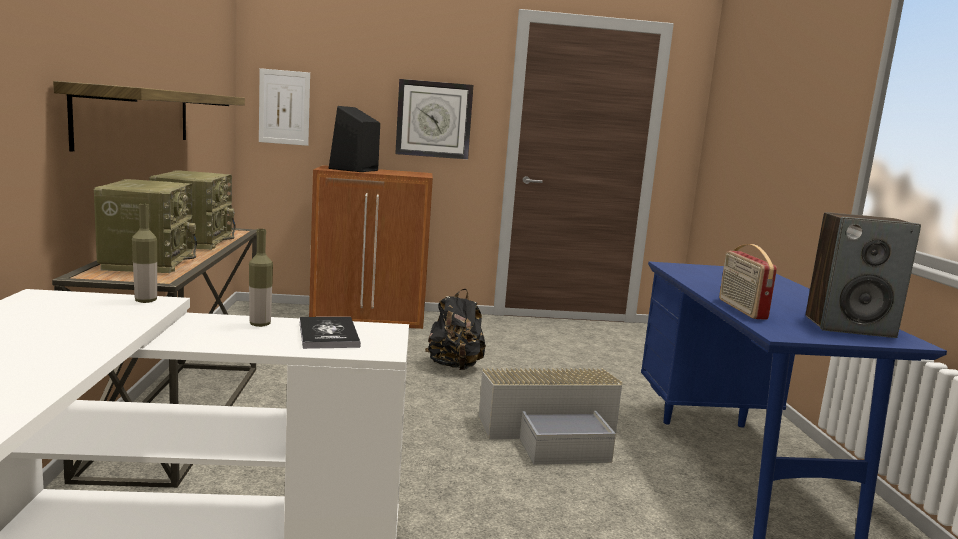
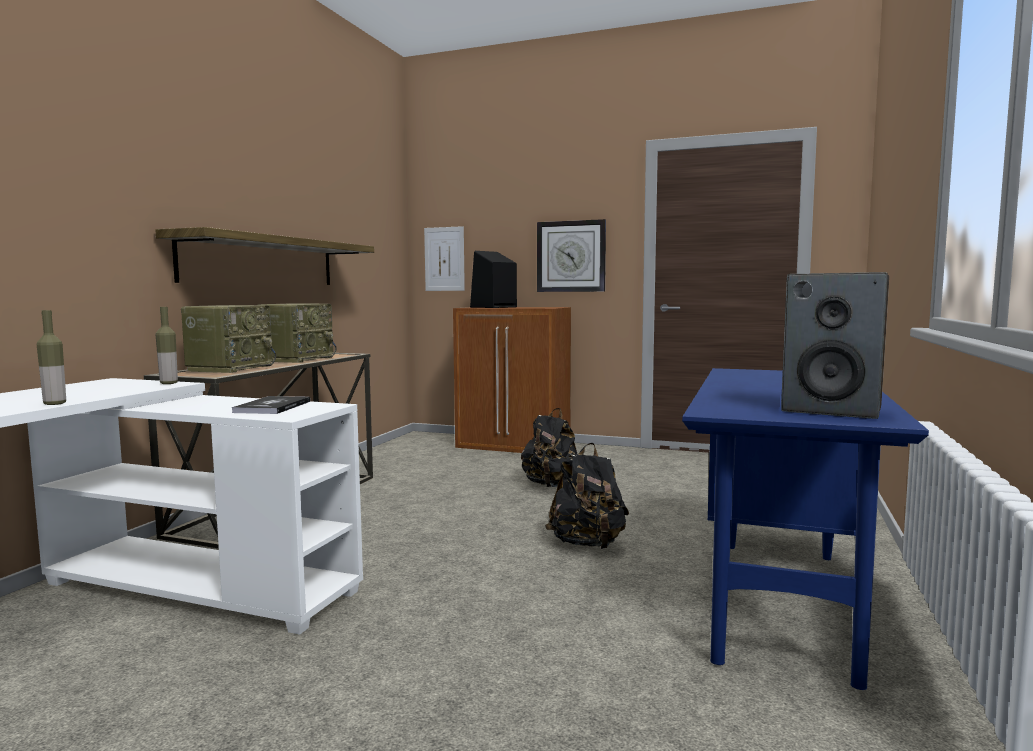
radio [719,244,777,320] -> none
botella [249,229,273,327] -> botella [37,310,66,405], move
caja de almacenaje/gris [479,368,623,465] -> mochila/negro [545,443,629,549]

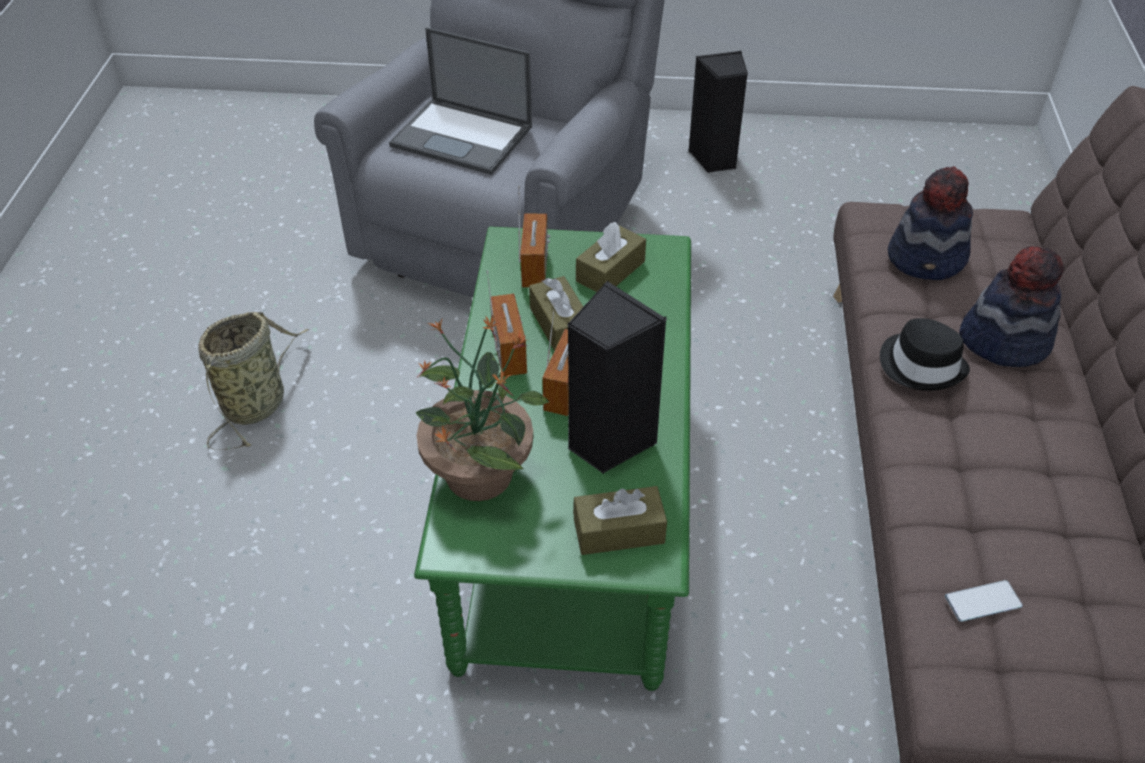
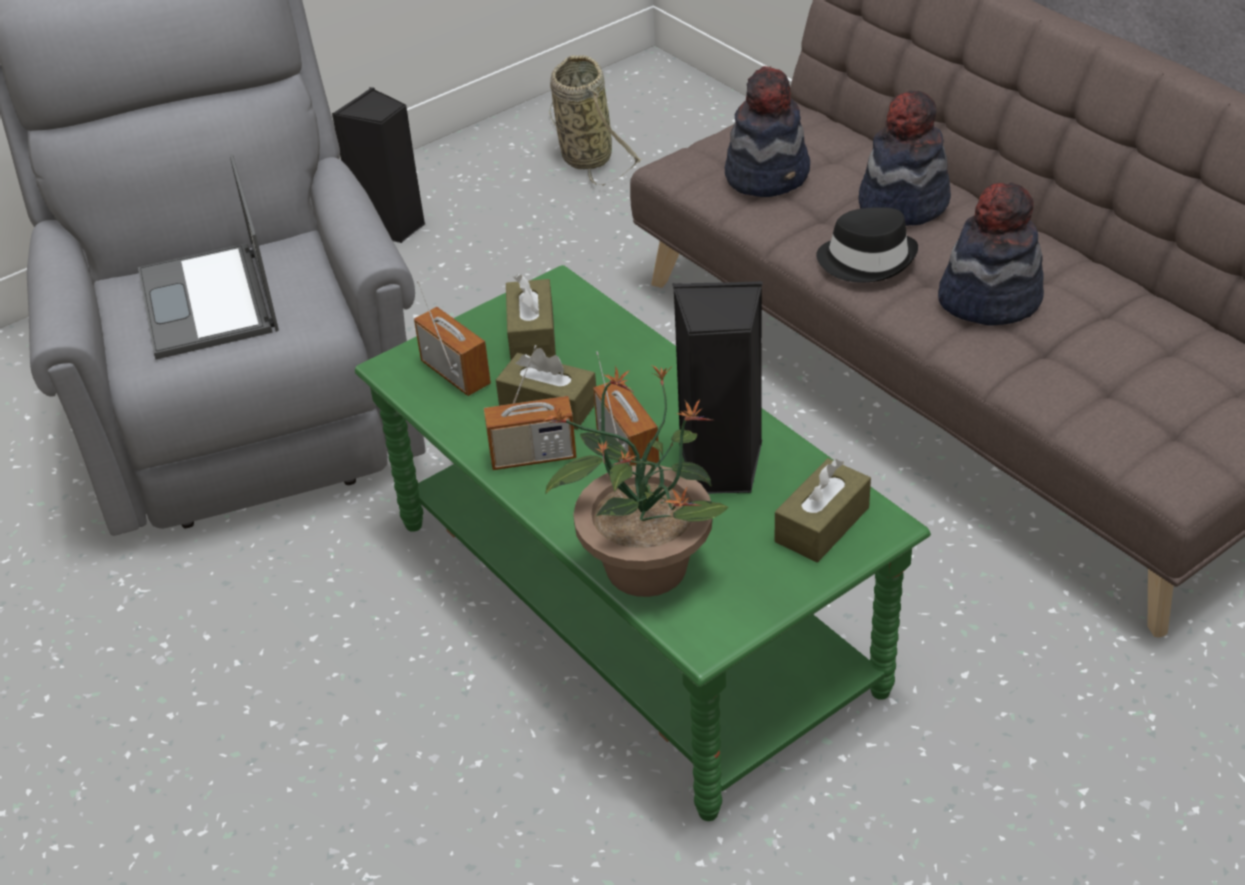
móvil [945,580,1023,622] -> none
none -> sombrero [938,182,1044,326]
cesta [198,312,309,450] -> cesta [549,55,641,186], move
portátil [389,27,532,175] -> portátil [138,154,279,360], 90 degrees clockwise
radio [487,270,527,377] -> radio [484,345,577,470], 135 degrees clockwise

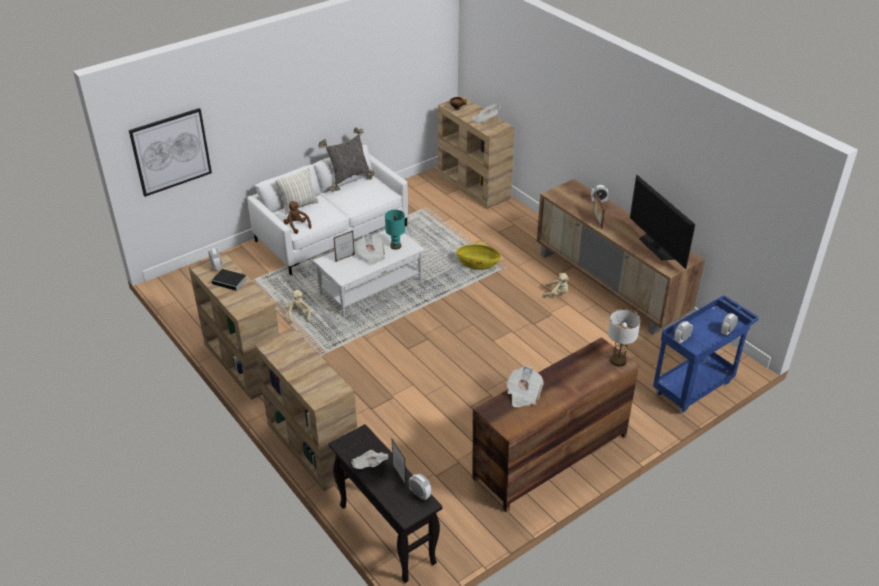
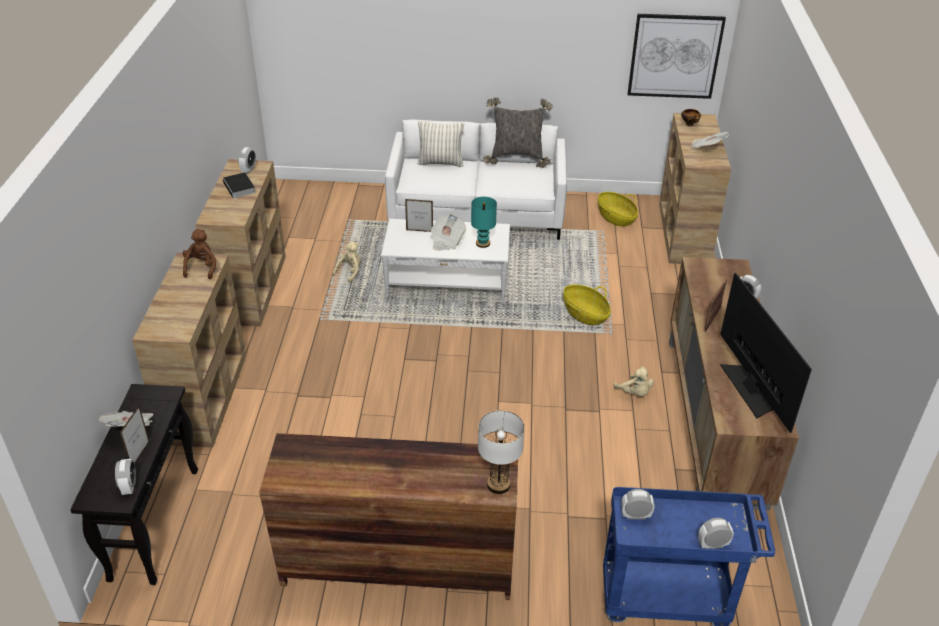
periódico [506,366,544,407] -> none
none -> cesta [598,192,638,226]
cuadro [129,108,212,197] -> cuadro [628,14,726,99], move
peluche/marrón [283,201,311,234] -> peluche/marrón [183,229,216,279], move
televisor [630,175,695,269] -> televisor [720,273,812,433], 150 degrees clockwise

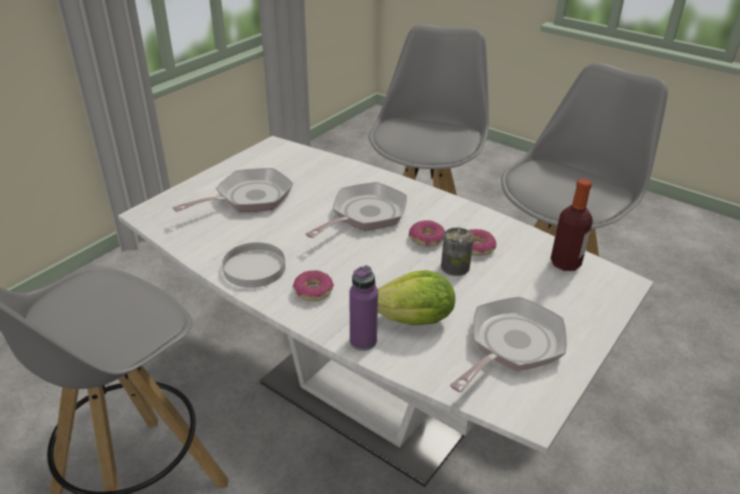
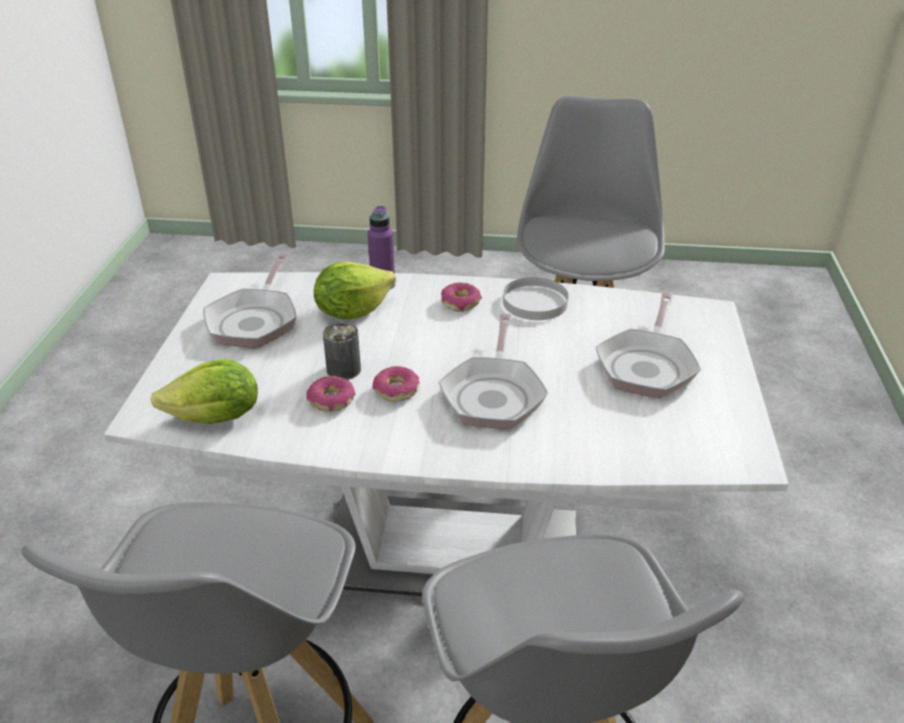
botella [551,179,593,271] -> lechuga [151,359,258,424]

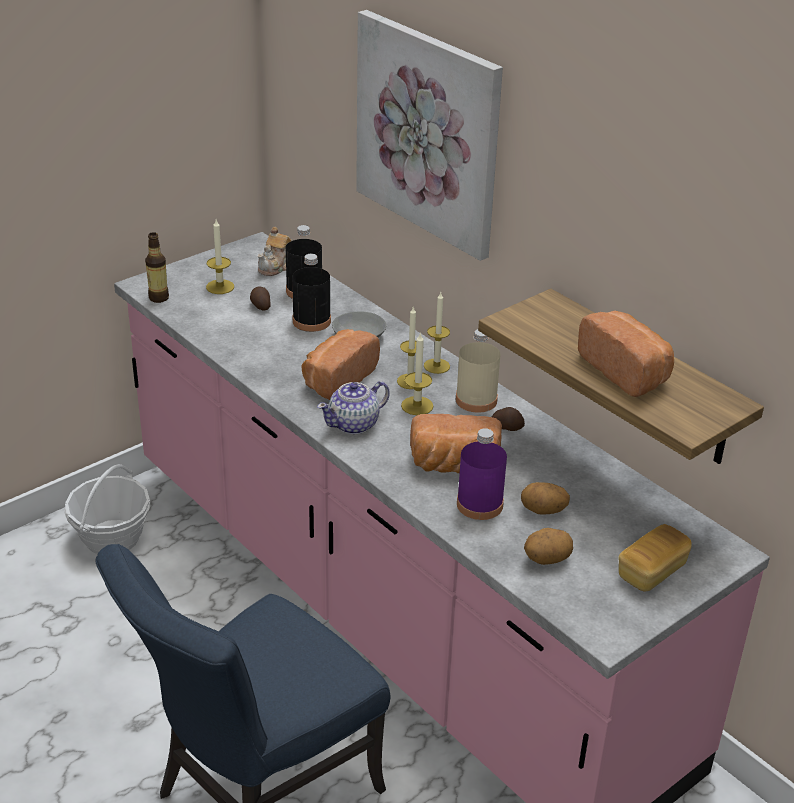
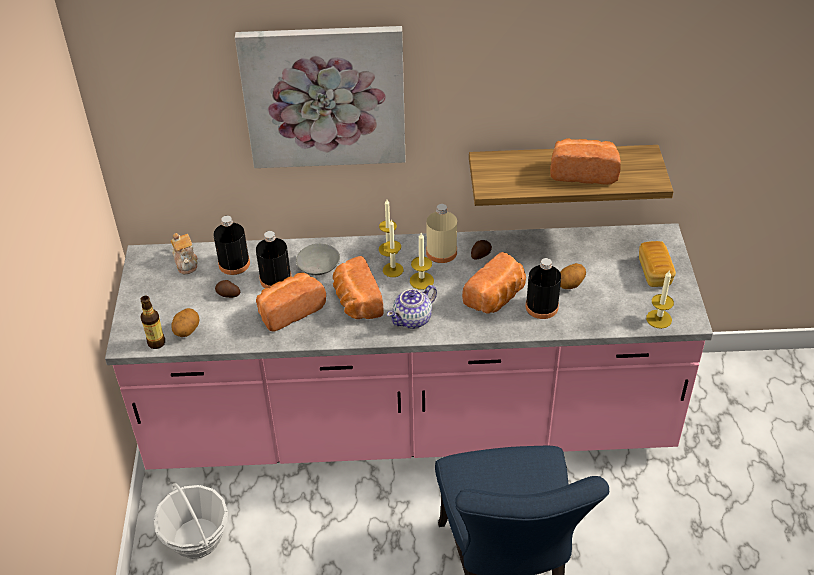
none -> pan [256,273,326,332]
vela [206,220,234,294] -> vela [646,271,674,329], move
patata [524,528,573,565] -> patata [171,308,199,337], move
botella/morado [457,428,507,520] -> botella/negro [526,258,561,319]
tetera [317,381,390,434] -> tetera [387,285,437,329], 45 degrees clockwise

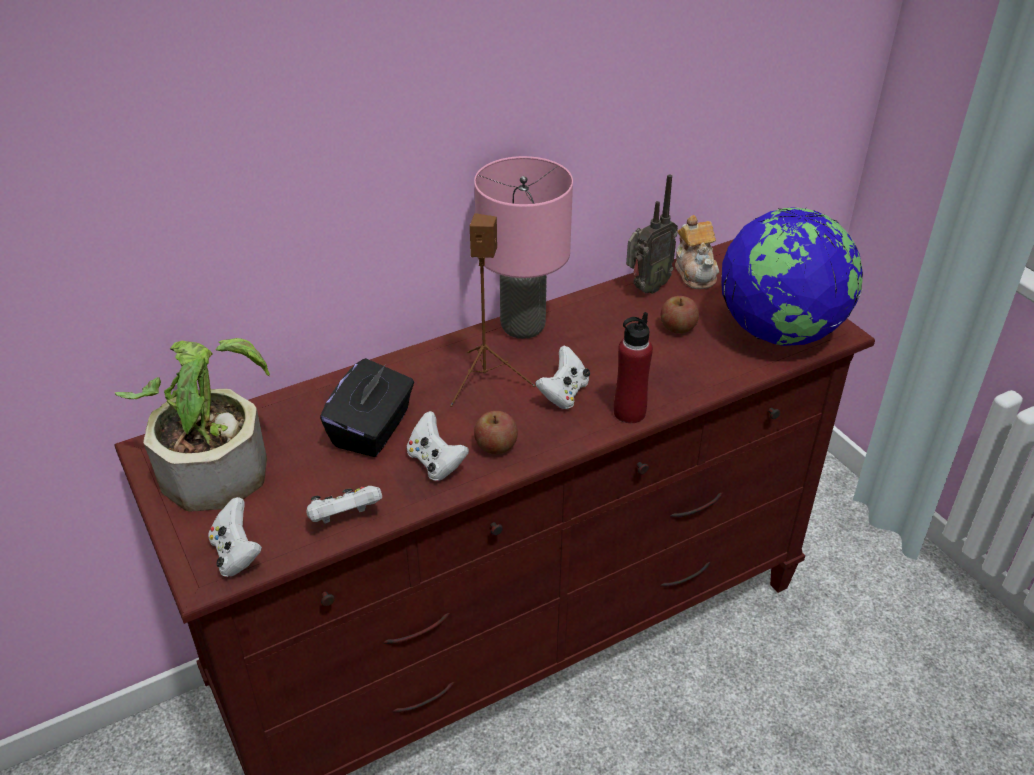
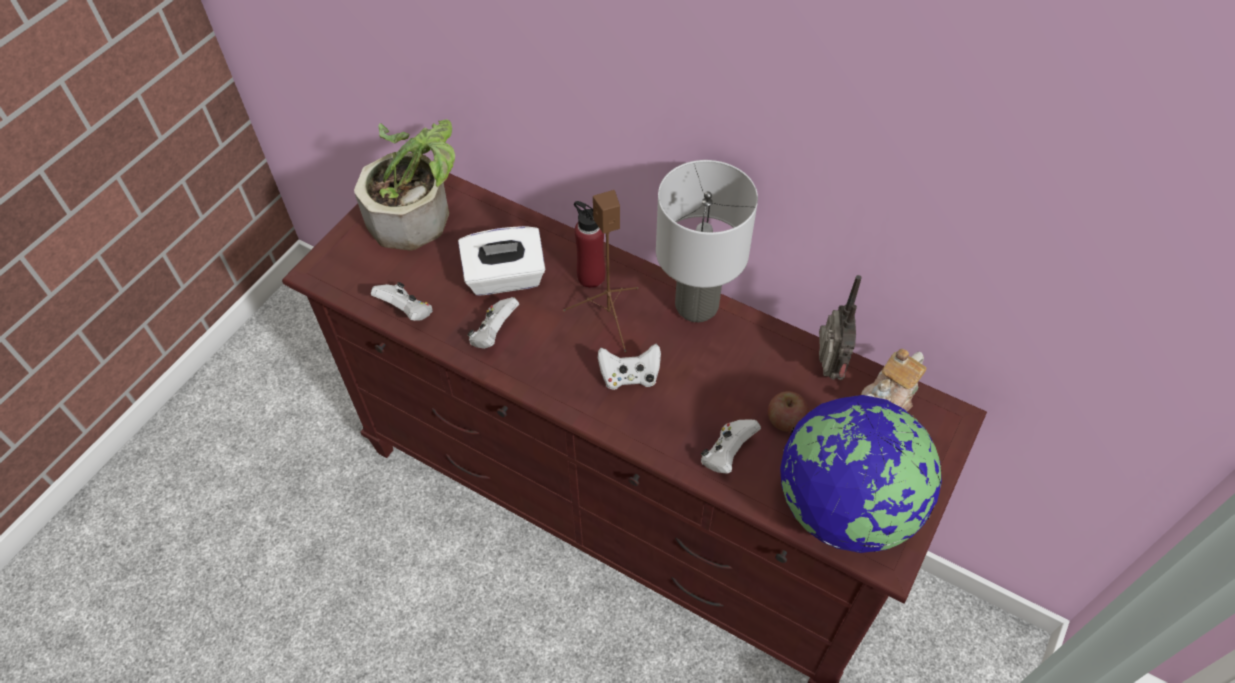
manzana [474,411,518,454] -> none
mando de consola/blanco [208,497,262,577] -> mando de consola/blanco [701,420,761,474], move
botella/rojo [614,312,653,423] -> botella/rojo [574,201,605,288], move
caja de pañuelos/negro [320,358,414,457] -> caja de pañuelos/blanco [458,226,545,296]
lámpara de mesa/rosa [474,156,573,339] -> lámpara de mesa/blanco [656,160,758,322]
radio [626,174,678,294] -> radio [819,275,862,380], 105 degrees counterclockwise

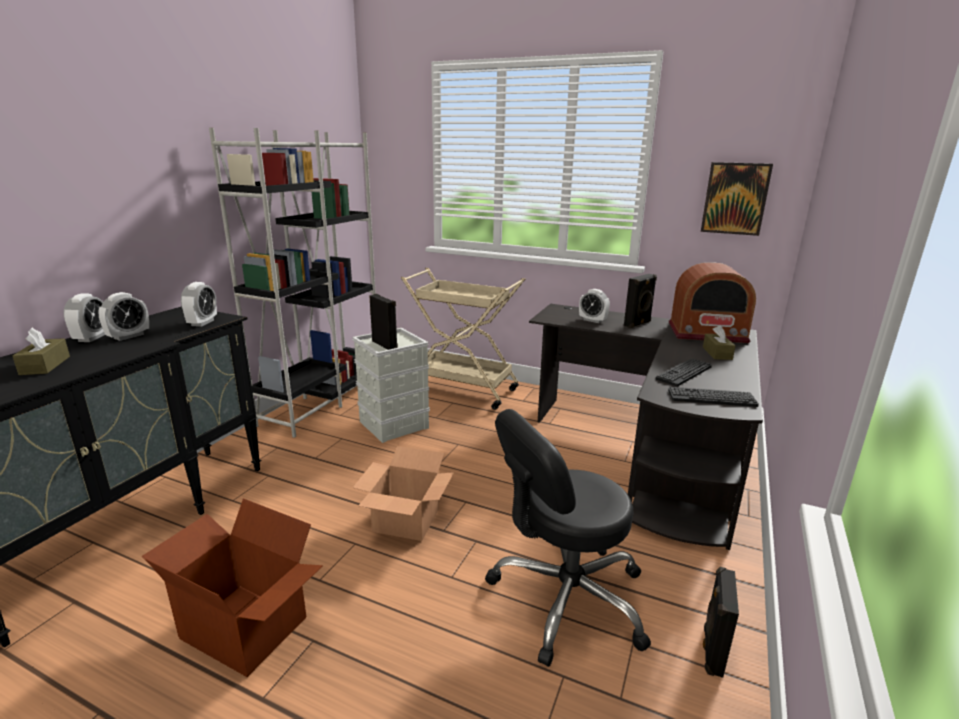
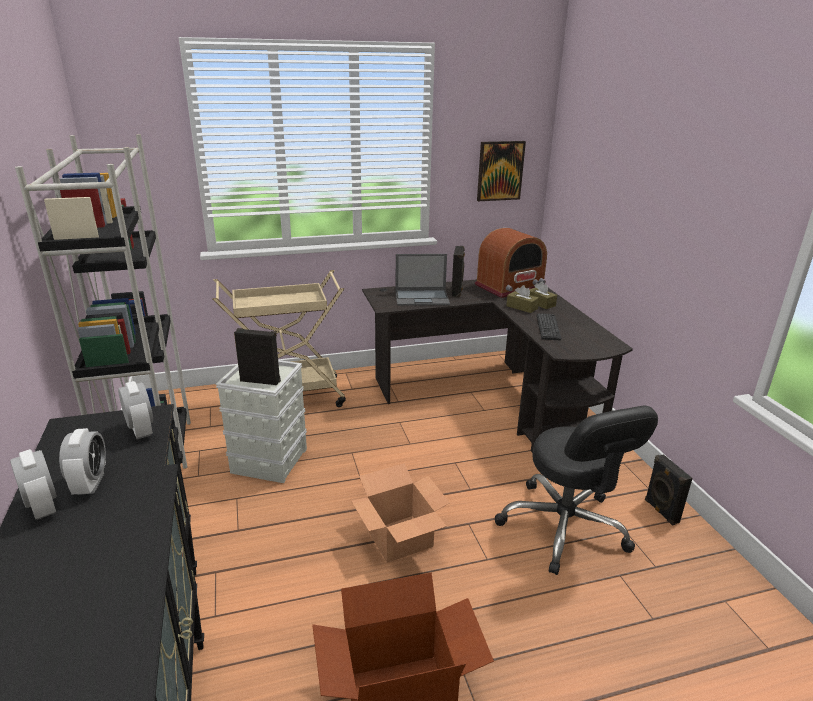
teclado [668,387,759,407] -> none
caja de pañuelos/marrón [13,328,70,375] -> caja de pañuelos/marrón [506,285,539,313], move
despertador [579,289,610,323] -> portátil [395,254,450,306]
silla de oficina/negro [485,409,651,667] -> silla de oficina/negro [495,406,658,575], 45 degrees counterclockwise

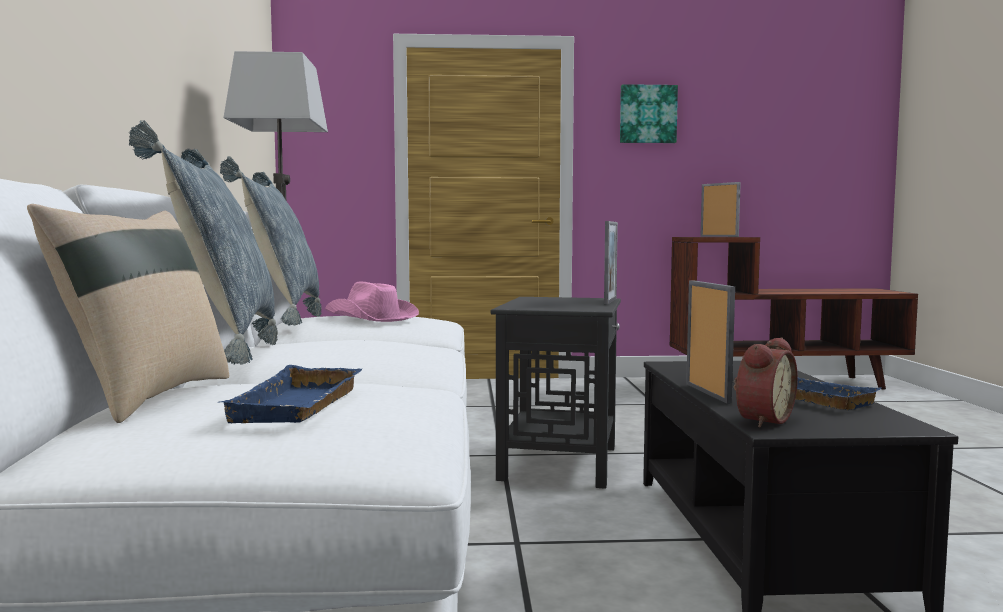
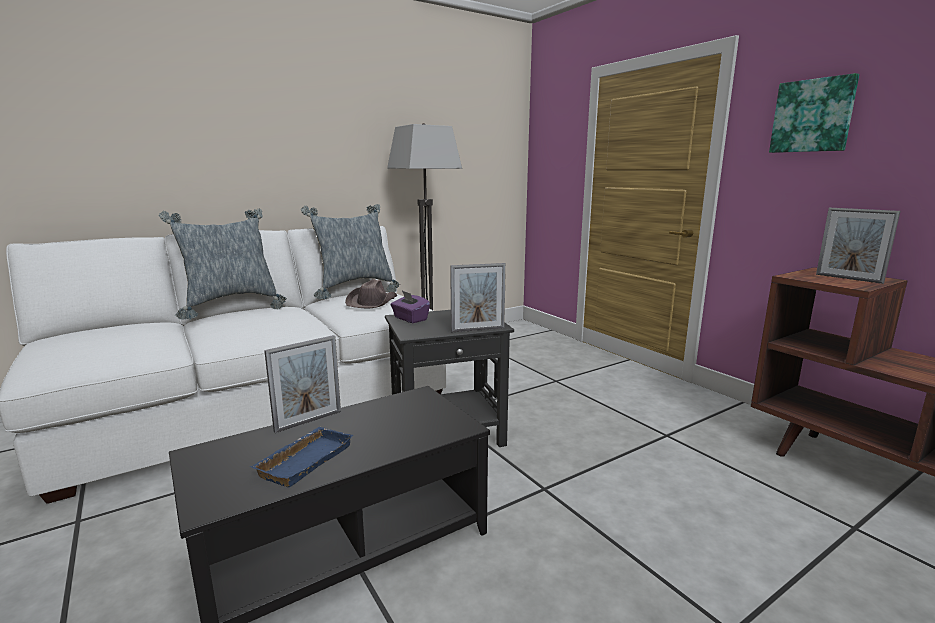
cojín/beis [27,204,229,423] -> none
bandeja/azul [219,365,362,423] -> none
despertador [734,337,798,428] -> none
none -> caja de pañuelos/morado [391,291,430,323]
sombrero/rosa [325,282,419,322] -> sombrero/marrón [345,279,397,309]
portarretratos [700,182,741,237] -> portarretratos [816,208,900,284], 120 degrees clockwise

